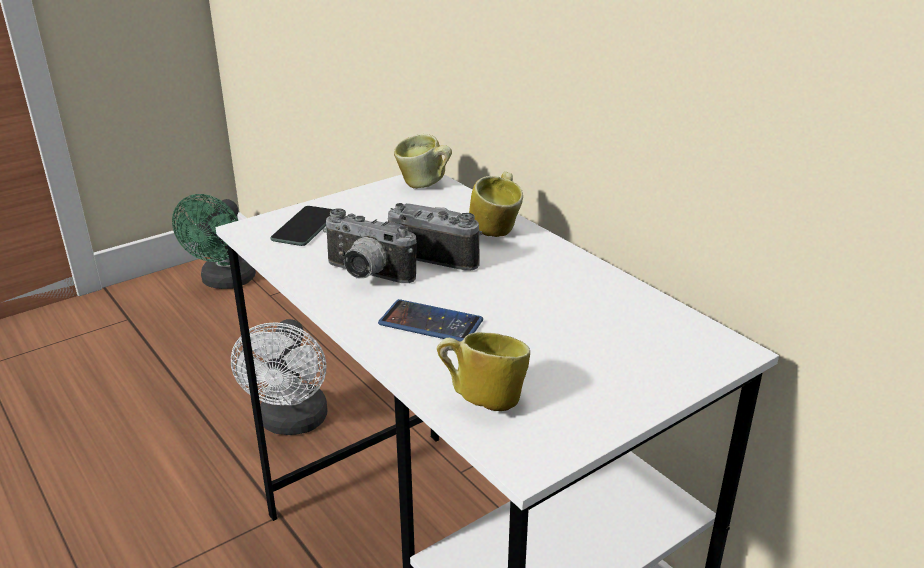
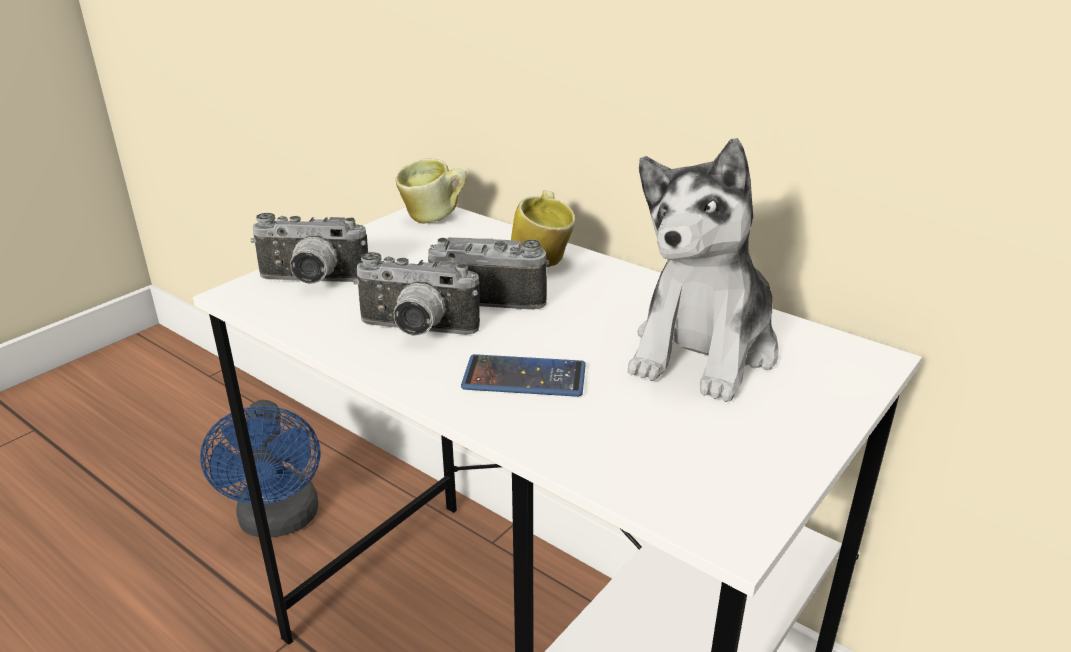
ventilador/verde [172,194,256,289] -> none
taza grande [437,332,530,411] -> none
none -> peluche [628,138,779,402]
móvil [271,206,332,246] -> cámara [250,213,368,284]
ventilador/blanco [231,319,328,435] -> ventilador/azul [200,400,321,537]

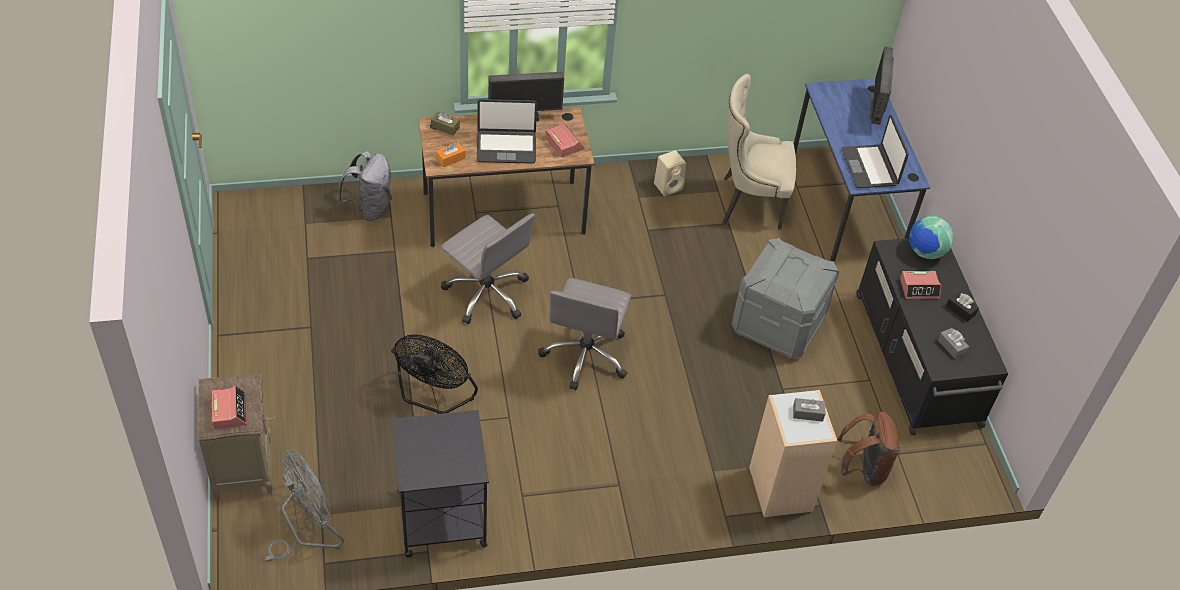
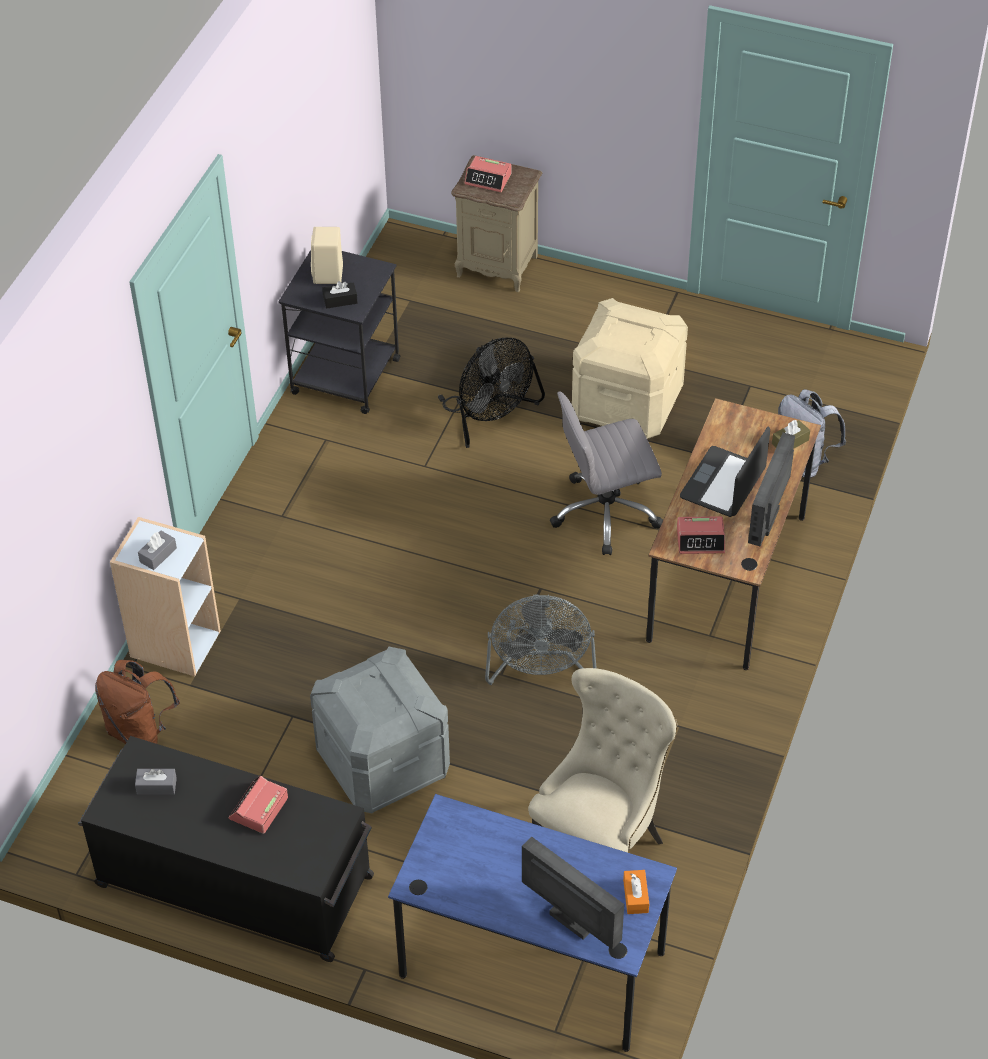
silla de oficina/gris [538,278,631,390] -> none
portátil [841,115,909,188] -> none
globo terráqueo [909,216,954,259] -> none
none -> caja de almacenaje/beis [572,298,688,439]
ventilador/gris [265,450,344,562] -> ventilador/gris [485,594,597,685], move
caja de pañuelos/naranja [436,142,465,167] -> caja de pañuelos/naranja [623,870,649,914], move
altavoz/beis [654,150,686,196] -> altavoz/beis [311,227,343,284], move
caja de pañuelos/negro [946,292,979,322] -> caja de pañuelos/negro [322,281,357,309], move

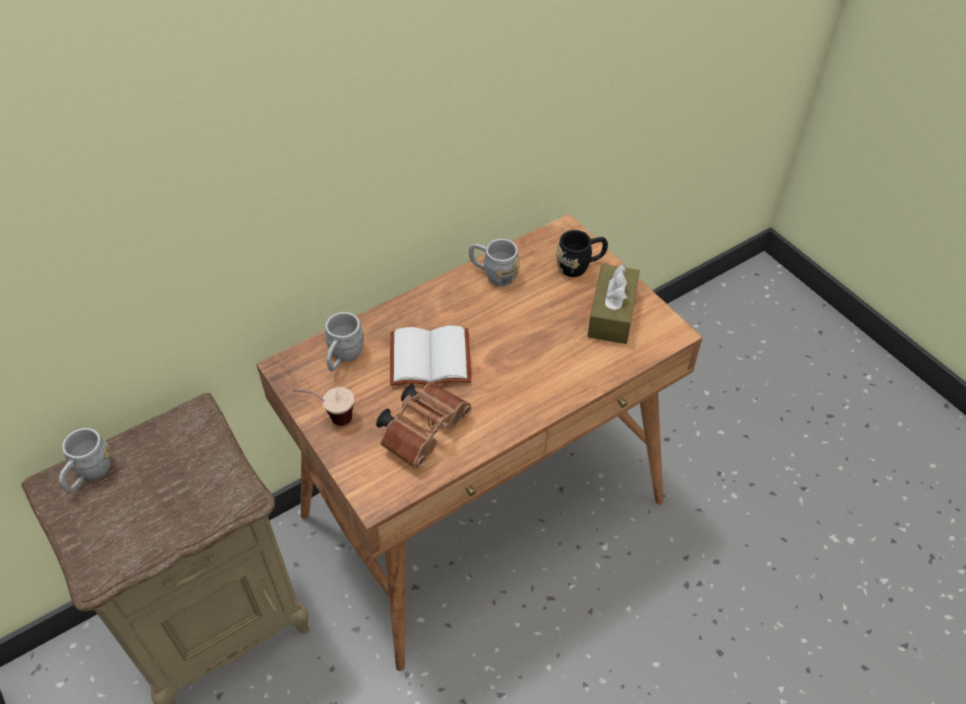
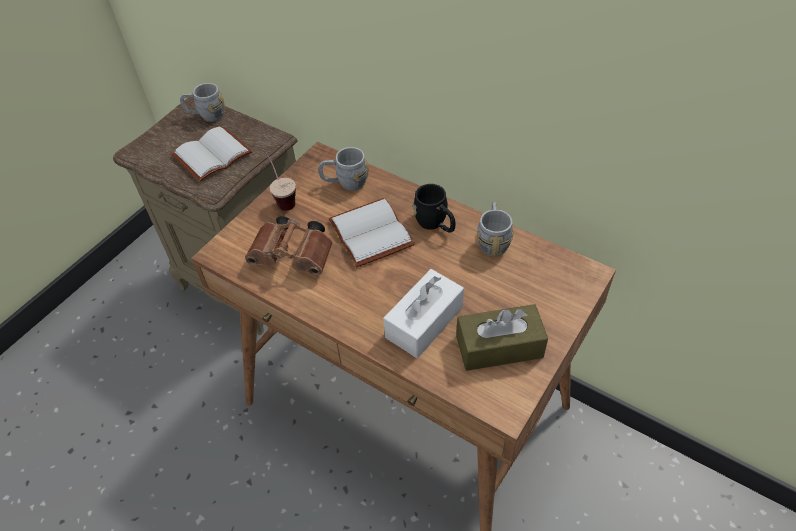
none -> libro/blanco [172,127,252,182]
none -> caja de pañuelos/blanco [383,269,464,358]
taza grande/negro [556,230,608,277] -> taza grande/negro [413,184,455,233], move

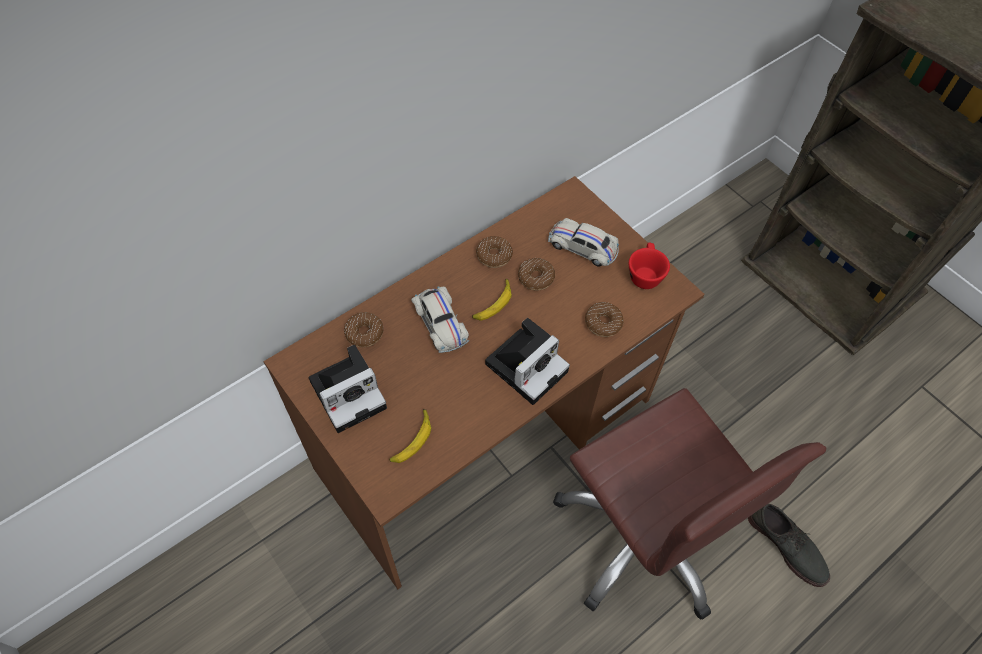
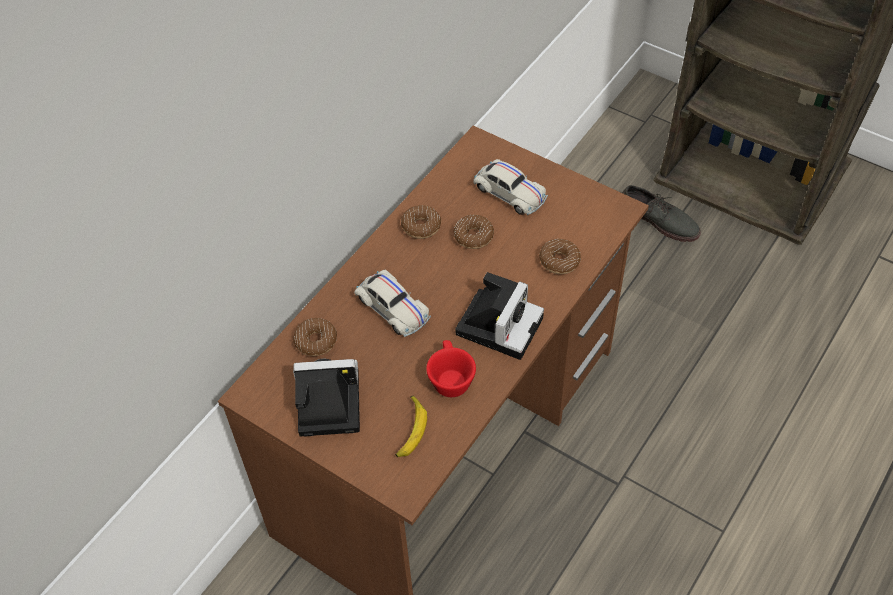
plátano [472,279,512,321] -> none
silla de oficina/marrón [553,388,826,619] -> none
taza/rojo [629,243,670,289] -> taza/rojo [426,340,476,397], move
zapato/gris [748,504,830,587] -> zapato/gris [622,185,701,242], move
cámara [309,345,387,433] -> cámara [293,358,360,437], 135 degrees counterclockwise
coche de juguete/blanco [548,218,619,267] -> coche de juguete/blanco [473,159,548,215], 150 degrees counterclockwise

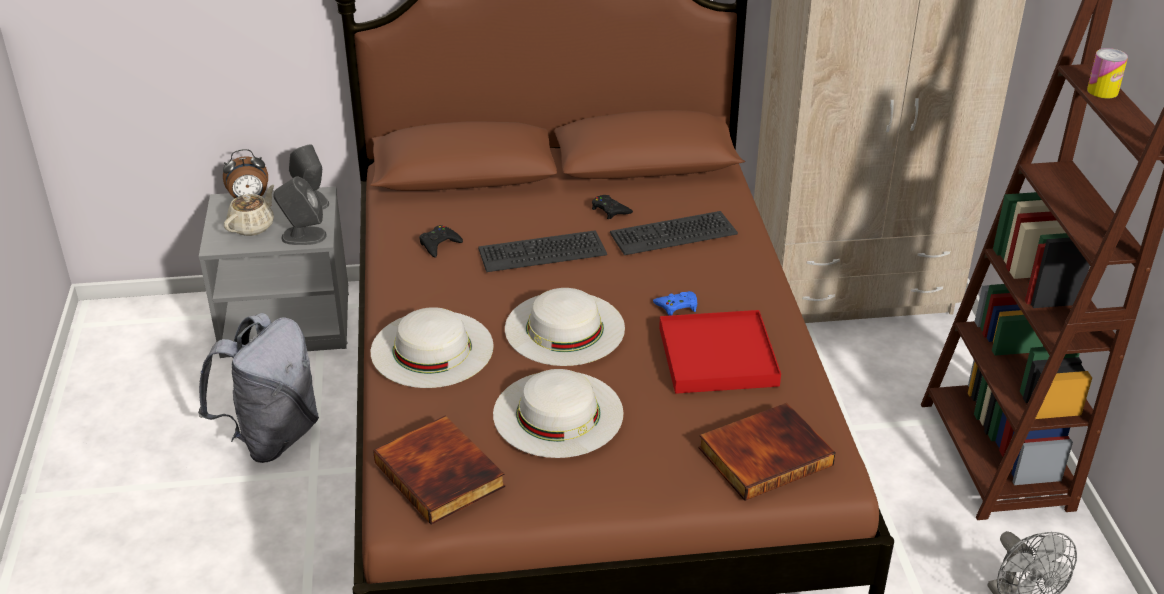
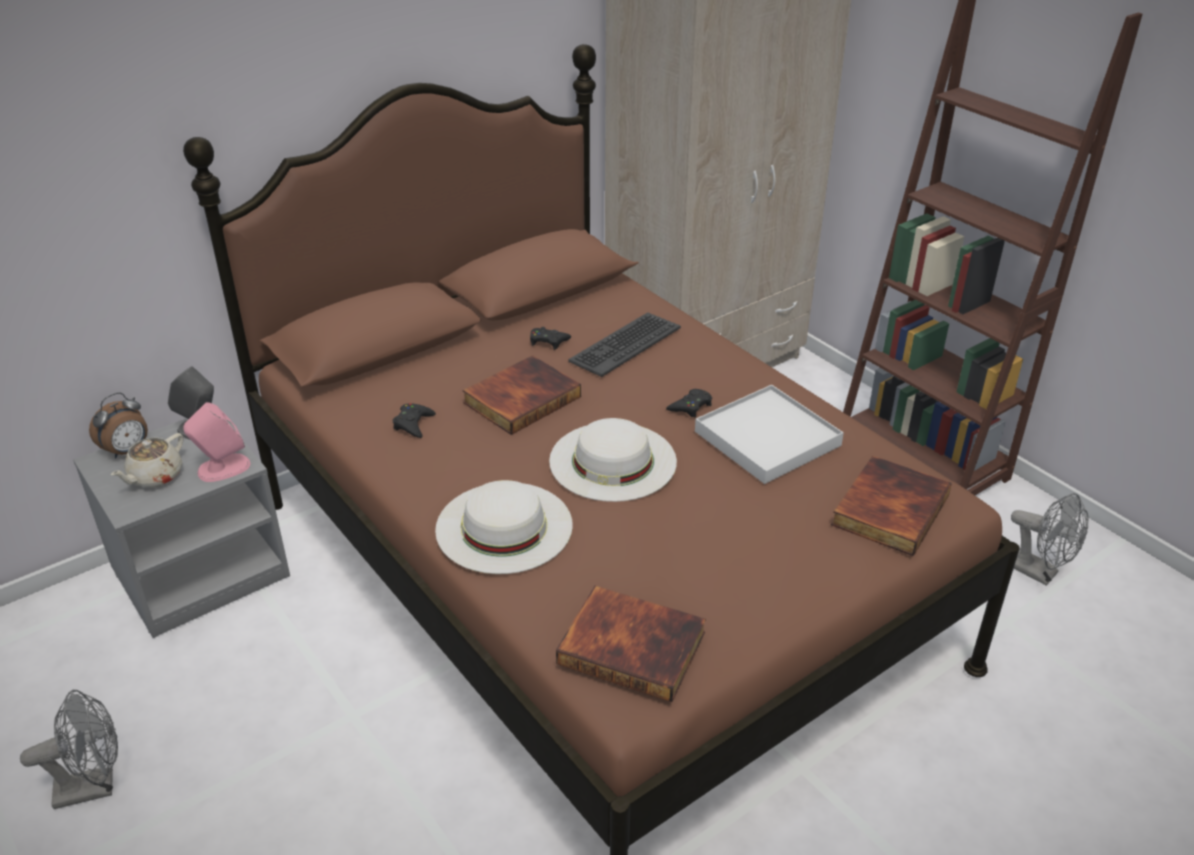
mochila/gris [198,313,319,463] -> none
sombrero/blanco [493,369,624,458] -> none
lata [1087,48,1128,99] -> none
none -> ventilador/gris [20,690,118,809]
teclado [478,230,607,272] -> libro [462,355,581,435]
altavoz/gris [273,176,327,245] -> altavoz/rosa [183,402,250,482]
mando de consola/azul [653,291,697,316] -> mando de consola/negro [666,389,712,418]
bandeja/rojo [659,310,781,394] -> bandeja/blanco [695,385,844,484]
tetera/beis [224,185,274,236] -> tetera/beis [111,433,184,488], 150 degrees counterclockwise

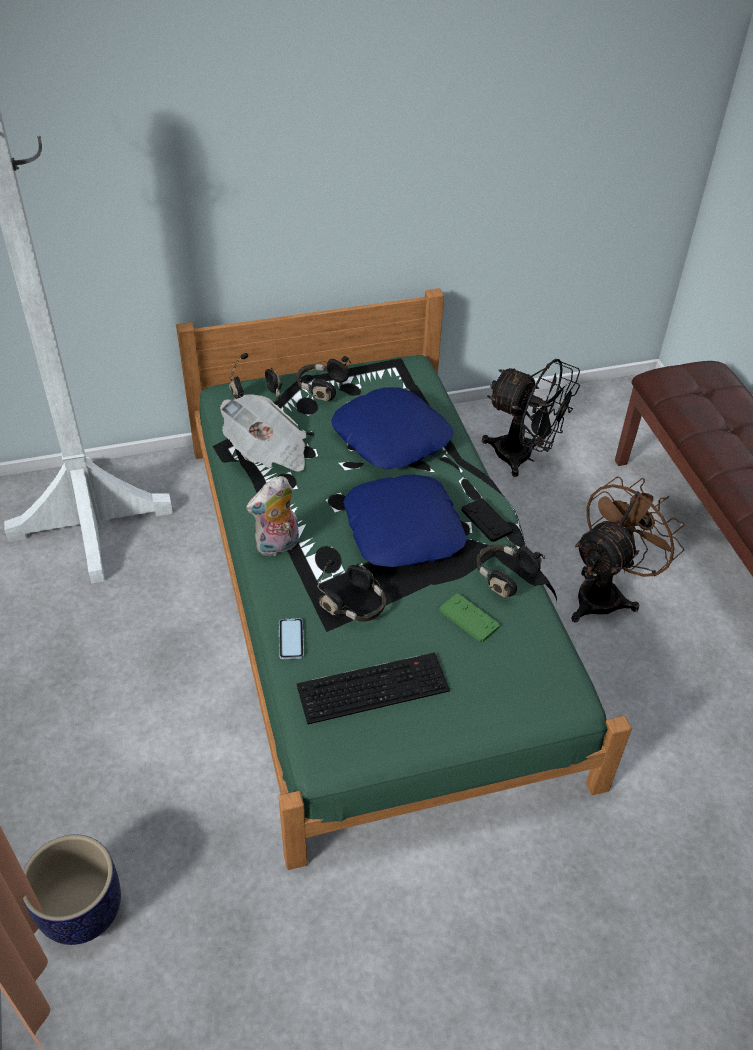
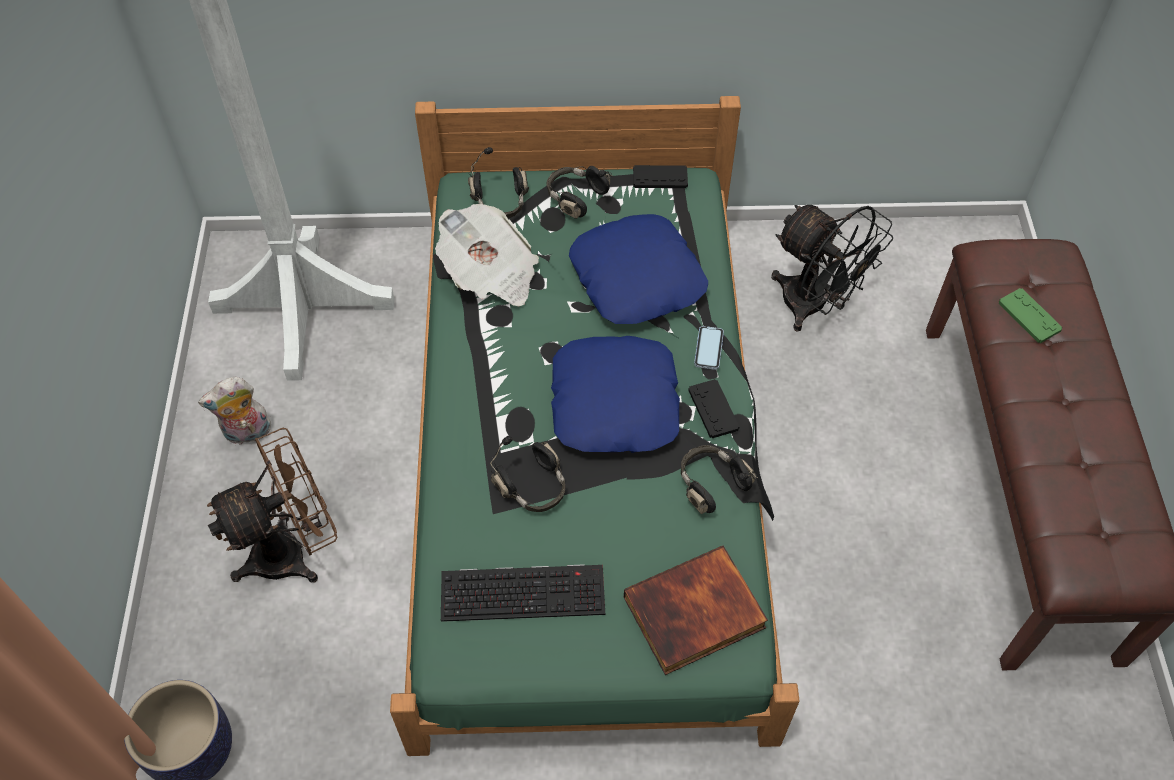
none -> libro [624,546,768,675]
none -> mando de consola/negro [633,165,688,188]
peluche [246,476,299,556] -> peluche [198,377,271,445], move
móvil [279,618,304,659] -> móvil [694,326,724,370], move
mando de consola/verde [439,594,500,642] -> mando de consola/verde [999,288,1062,343], move
ventilador/marrón [571,476,685,622] -> ventilador/marrón [207,428,337,583], move

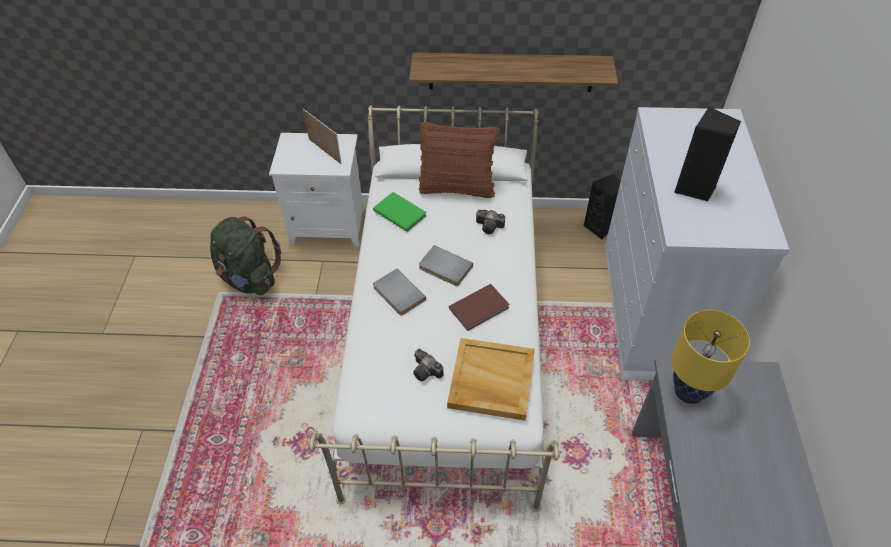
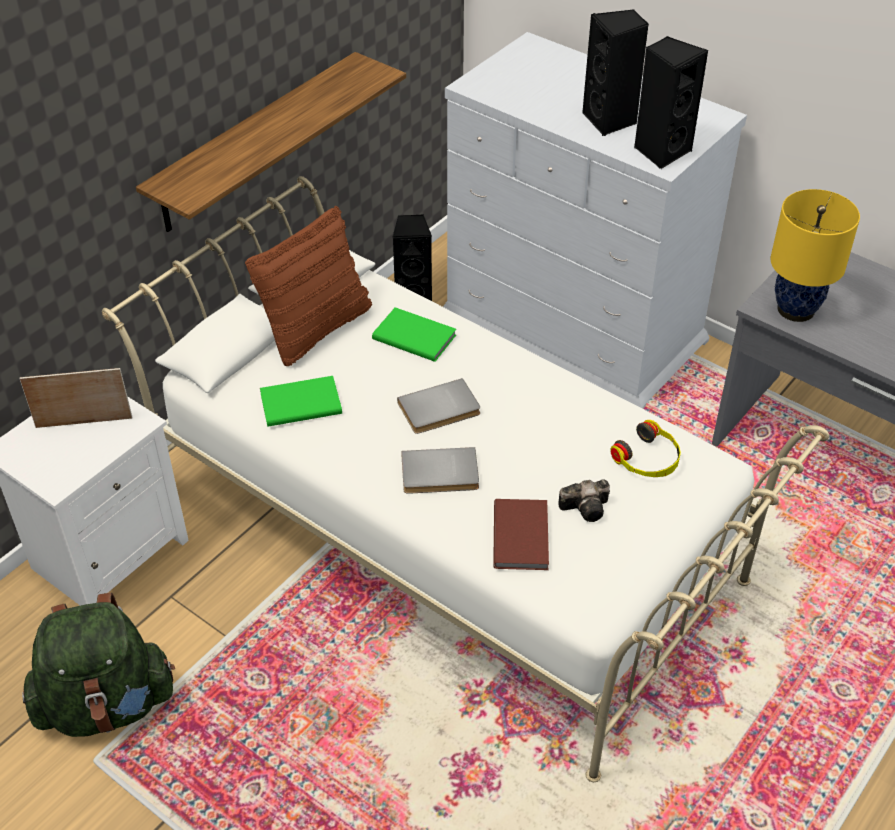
none -> altavoz/negro [634,36,708,170]
libro/marrón [449,284,510,331] -> libro/marrón [493,499,549,570], move
bandeja/beis [447,338,535,421] -> auriculares [610,420,681,477]
cámara [476,210,505,234] -> libro/verde [372,307,456,362]

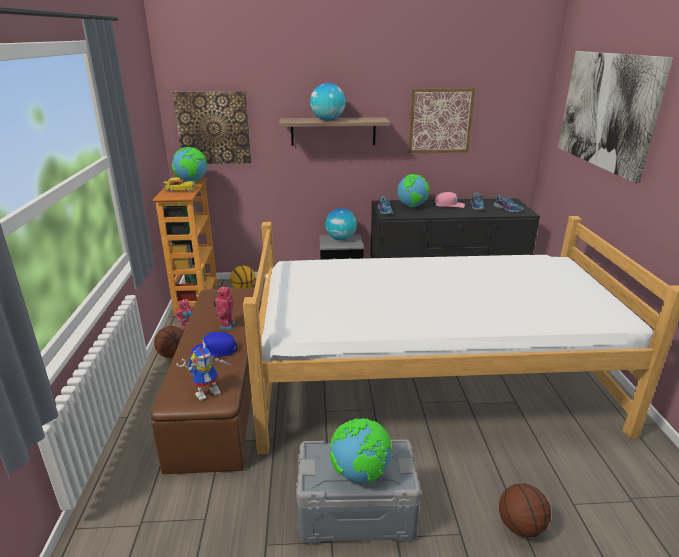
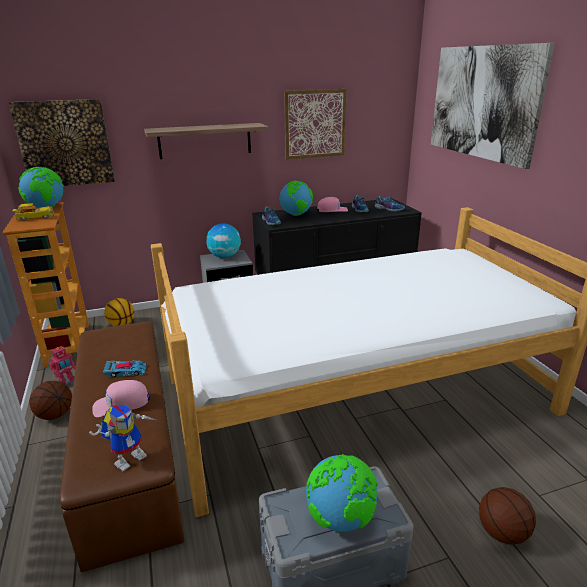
globo terráqueo [310,83,345,121] -> none
robot de juguete [214,285,235,330] -> coche de juguete [103,360,147,377]
gorra/azul [191,332,237,357] -> gorra/rosa [92,380,150,417]

